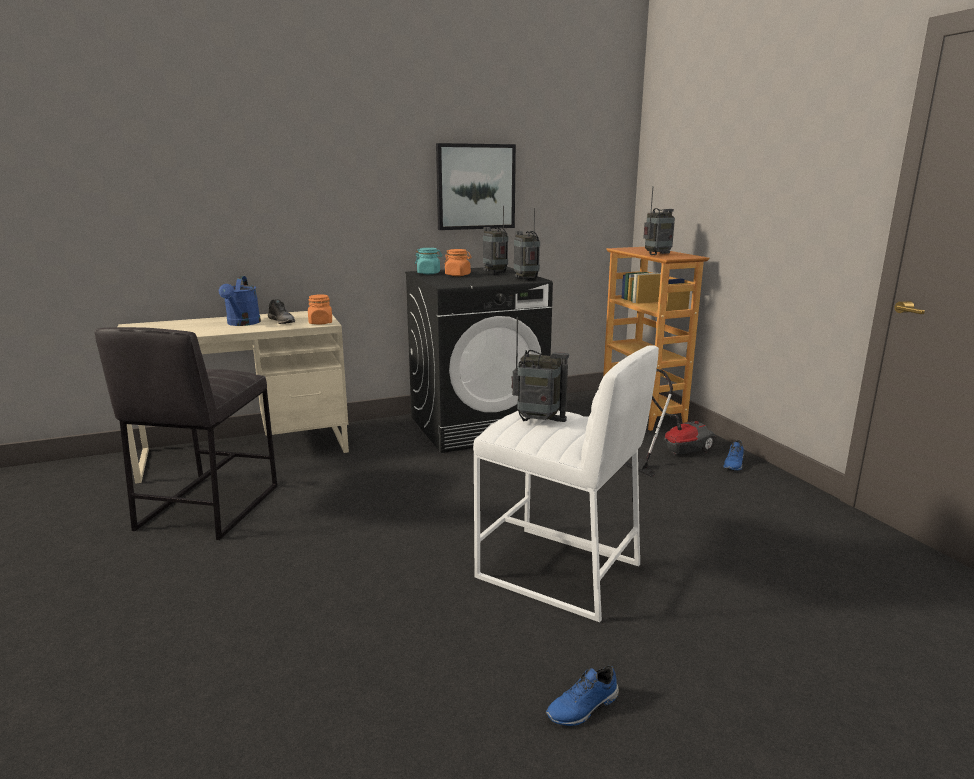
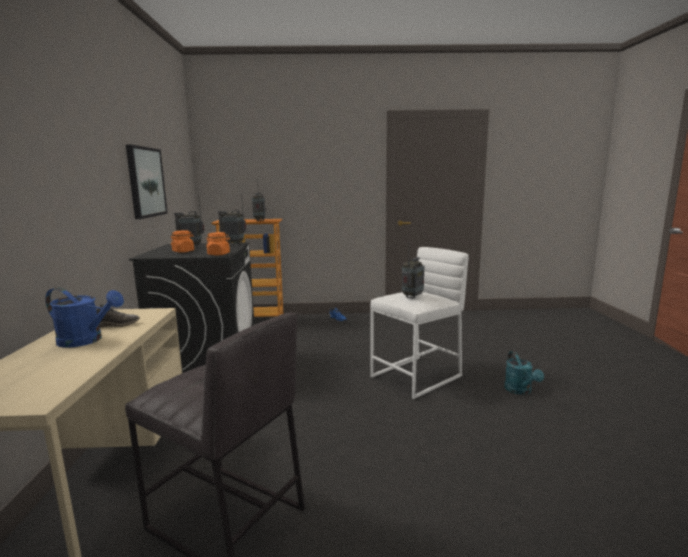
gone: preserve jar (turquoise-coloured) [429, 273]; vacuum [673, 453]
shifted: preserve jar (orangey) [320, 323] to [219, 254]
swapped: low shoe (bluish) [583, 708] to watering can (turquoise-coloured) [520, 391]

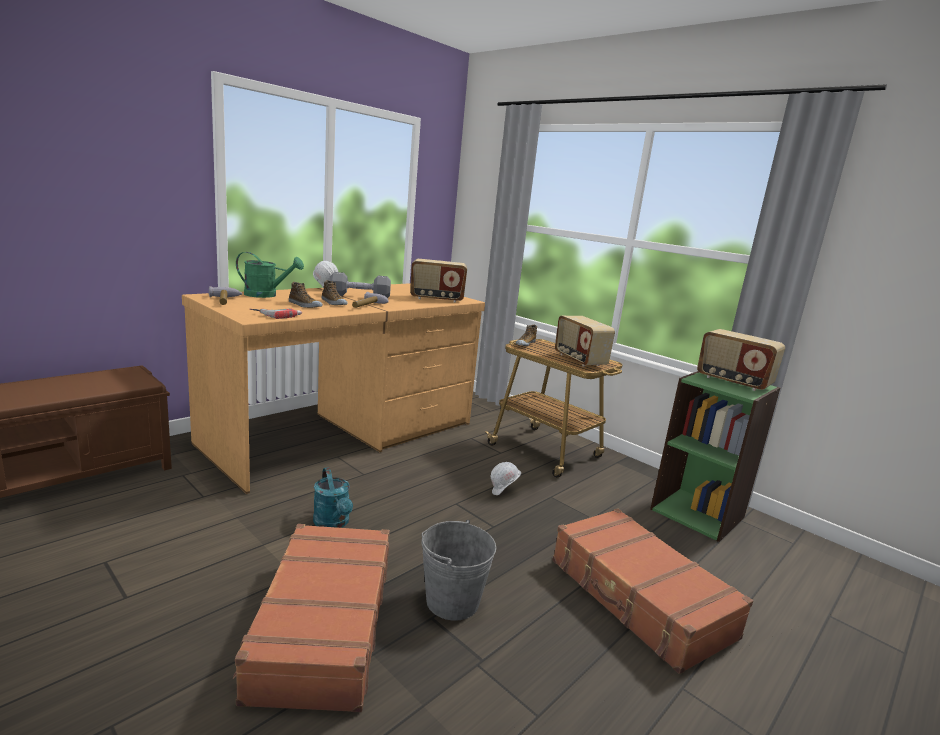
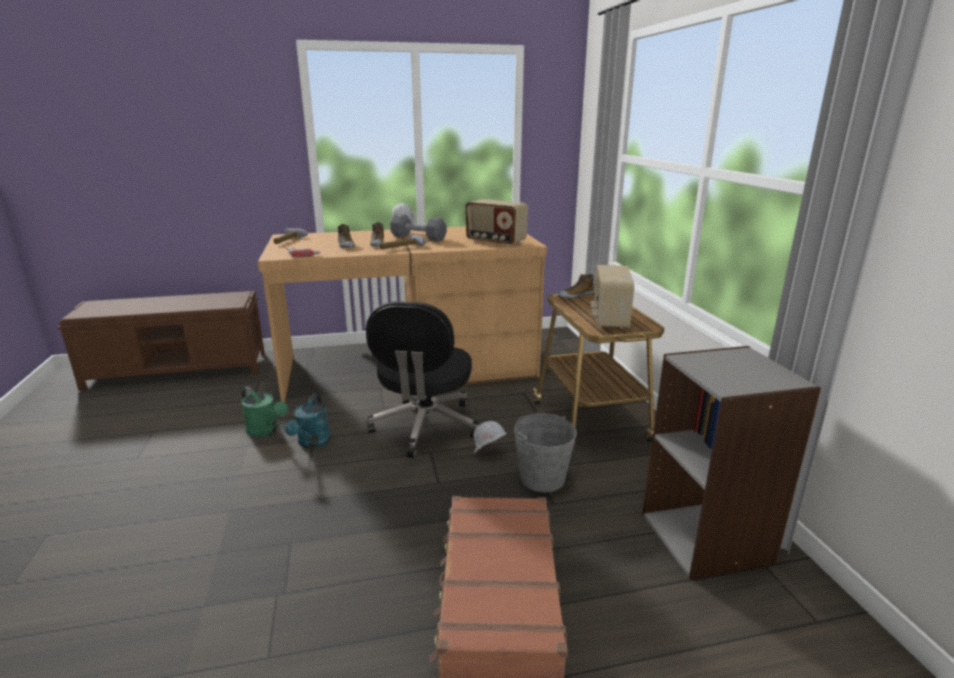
gone: suitcase (brown-coloured) [322, 626]; radio set [733, 382]
new: office chair (black-coloured) [425, 427]
shifted: watering can (green-coloured) [266, 295] to [266, 430]; bucket (grey) [452, 601] to [542, 478]
repainted: bookshelf (green-coloured) [698, 513] to bookshelf (grey) [706, 538]

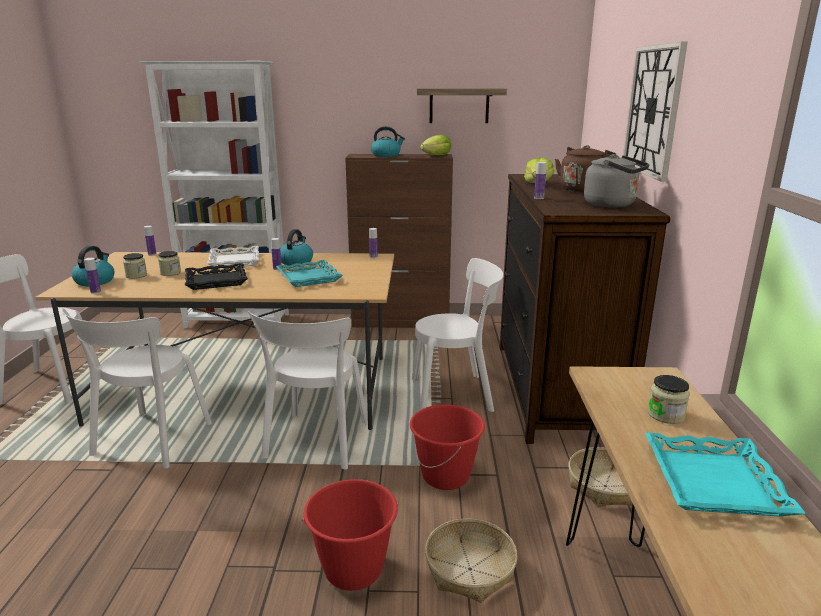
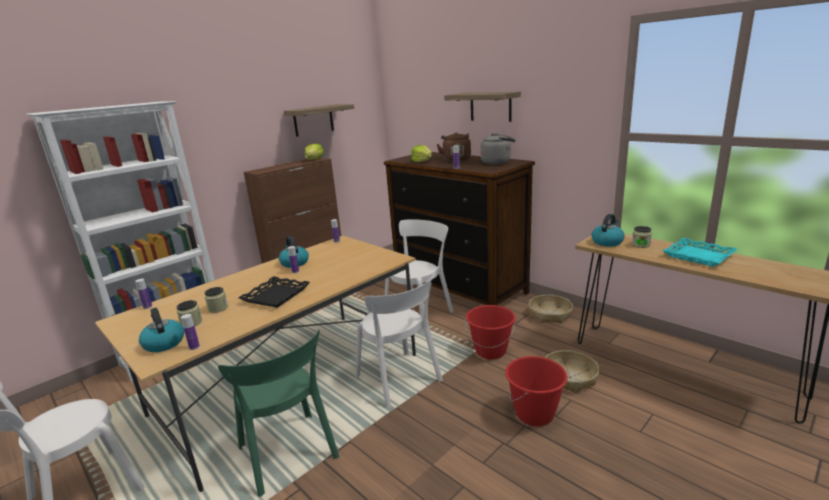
gone: carrying tray (white) [234, 261]; carrying tray (turquoise-coloured) [308, 278]
shifted: tea kettle [386, 155] to [607, 242]
swapped: clock on the wall [653, 110] to shelf [490, 106]
repainted: plain chair (white) [150, 442] to plain chair (green-coloured) [289, 455]

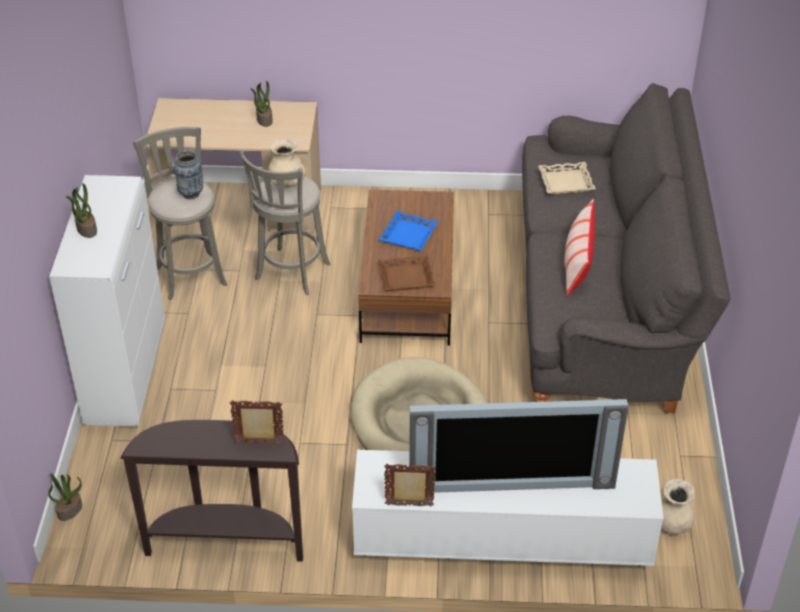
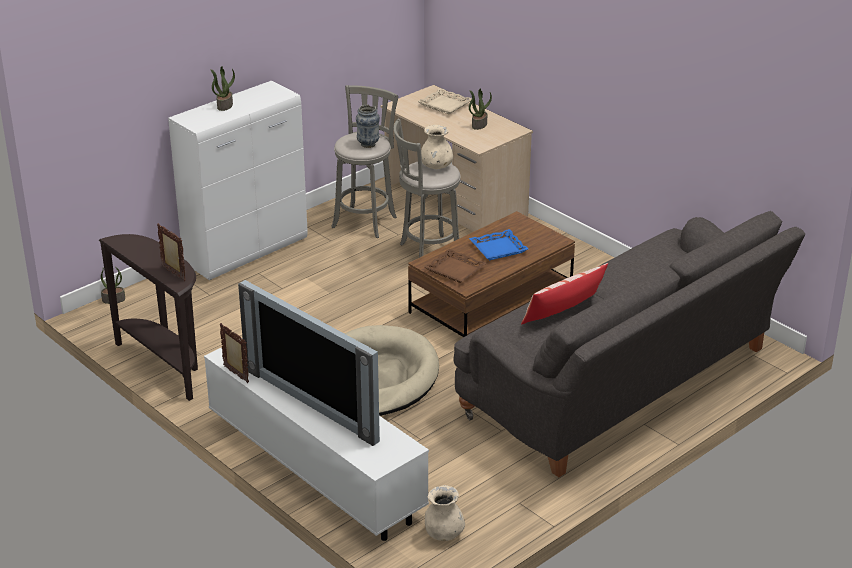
shifted: carrying tray (beige) [566, 182] to [444, 105]

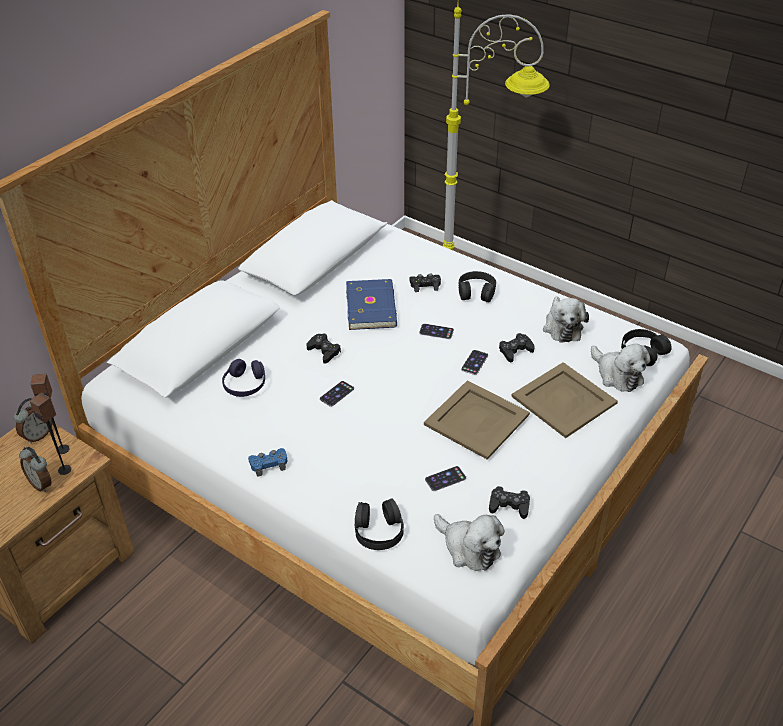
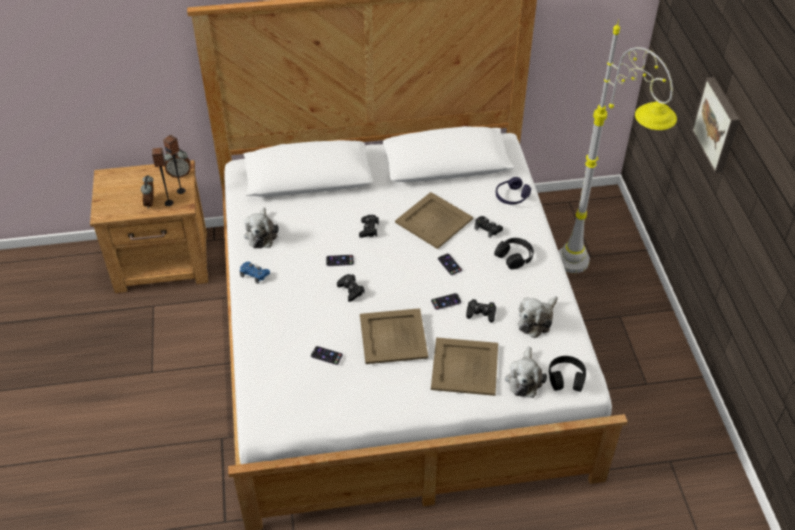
gone: headphones (black-coloured) [378, 530]
new: wall art [718, 124]
shifted: headphones (purplish) [245, 385] to [512, 196]; plush toy [469, 548] to [261, 234]; game controller (black-coloured) [509, 506] to [351, 290]
swapped: volume (bluish) [372, 307] to carrying tray (beige) [434, 220]

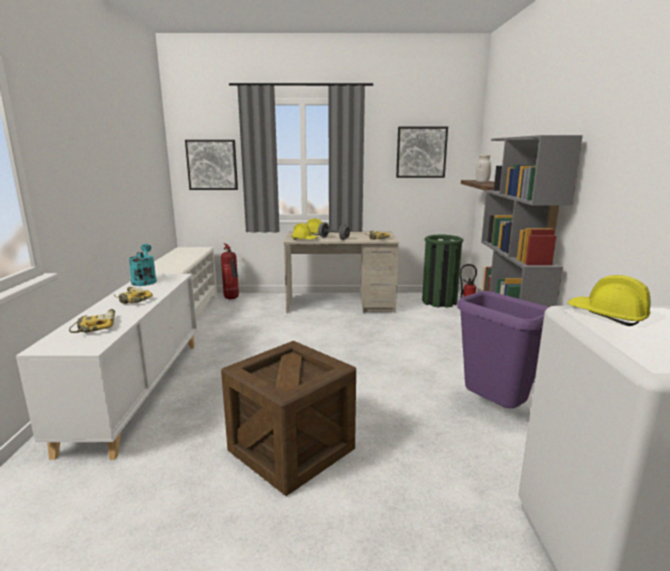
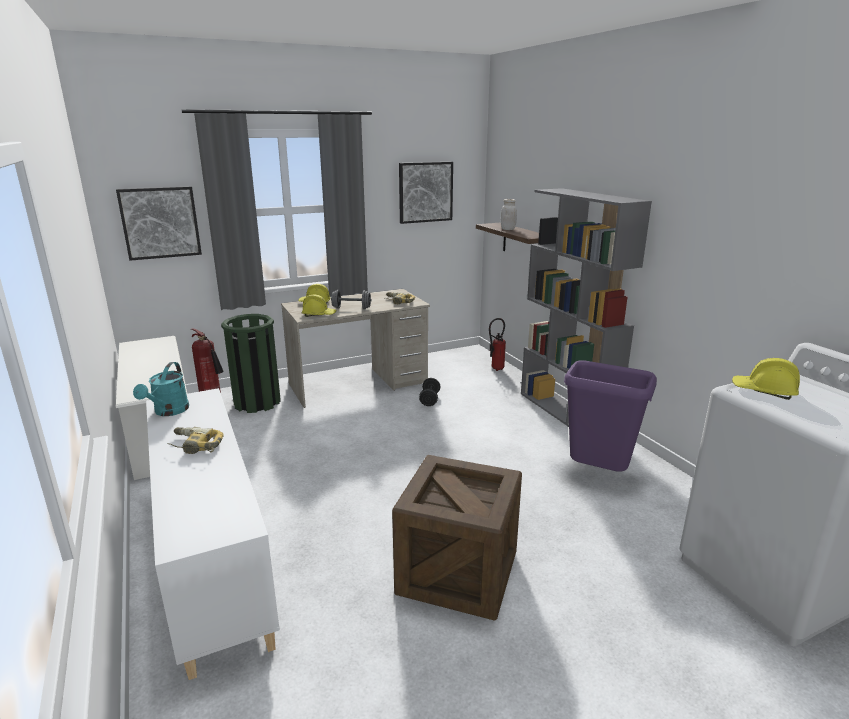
gone: electric drill [95, 326]
new: free weight (black-coloured) [429, 400]
shifted: waste bin (green-coloured) [439, 302] to [257, 402]
rotated: watering can (turquoise-coloured) [144, 281] = [168, 412] 135 degrees counterclockwise

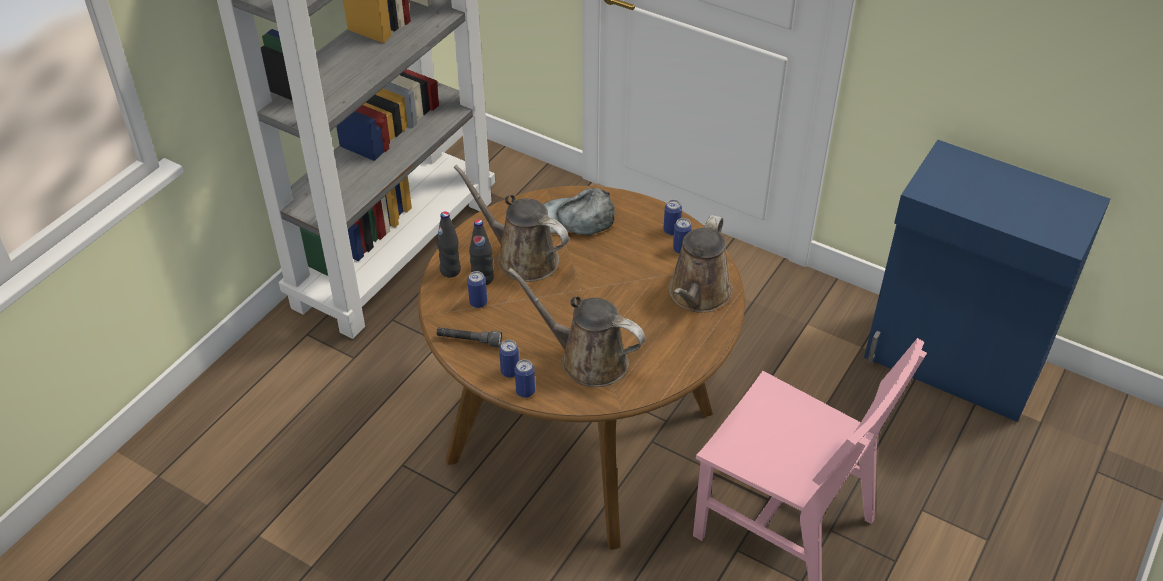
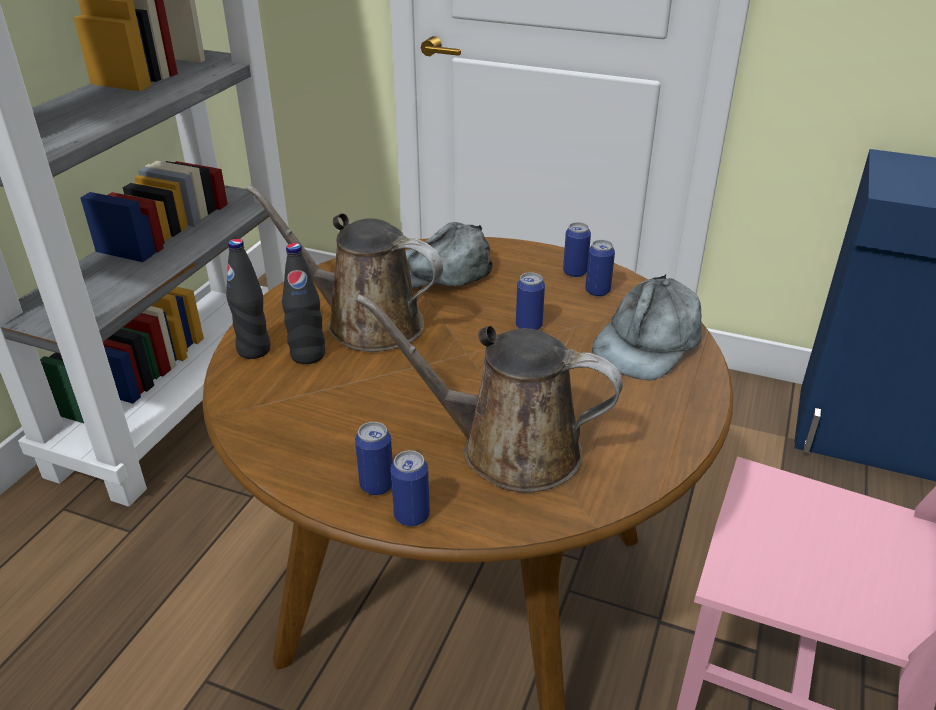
gone: flashlight (grey) [469, 341]
shifted: can [478, 302] to [528, 326]
swapped: watering can (brown-coloured) [698, 295] to cap (grey) [648, 342]

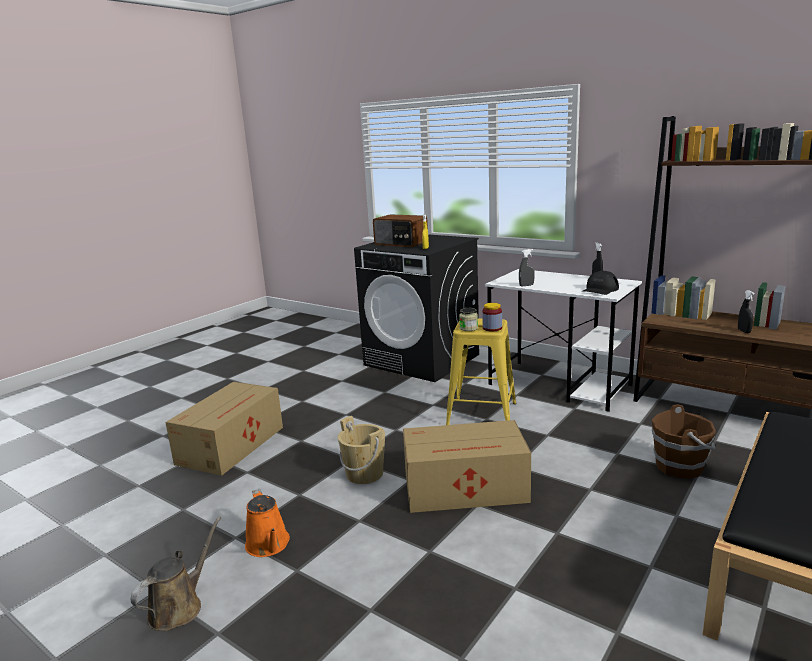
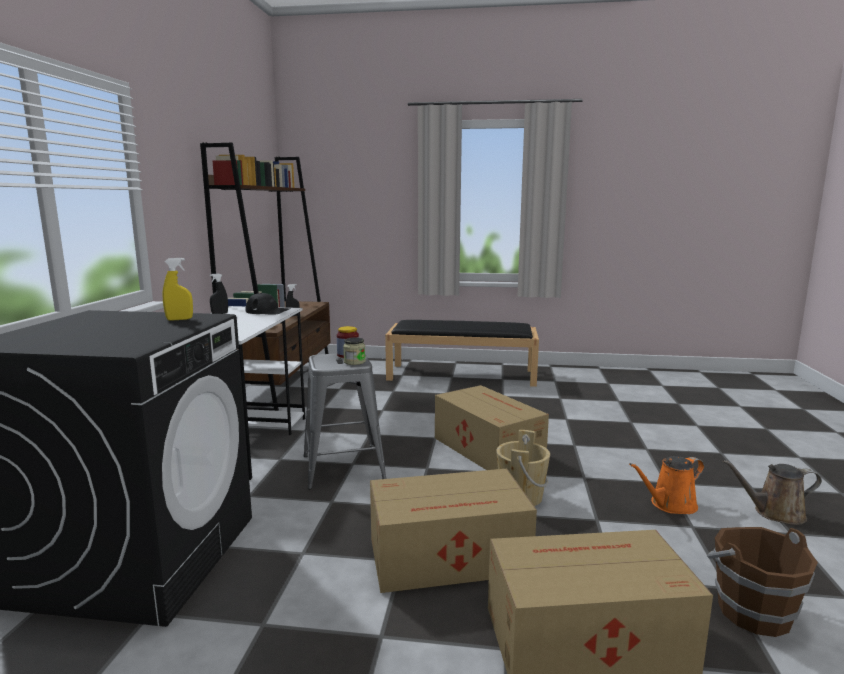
gone: radio set [401, 243]; sprayer (grey) [526, 285]
new: packing box [451, 556]
shifted: bucket (brown-coloured) [680, 467] to [752, 611]
repainted: stool (yellow) [482, 414] to stool (grey) [343, 467]
rotated: watering can (orangey) [268, 545] = [670, 505] 150 degrees counterclockwise

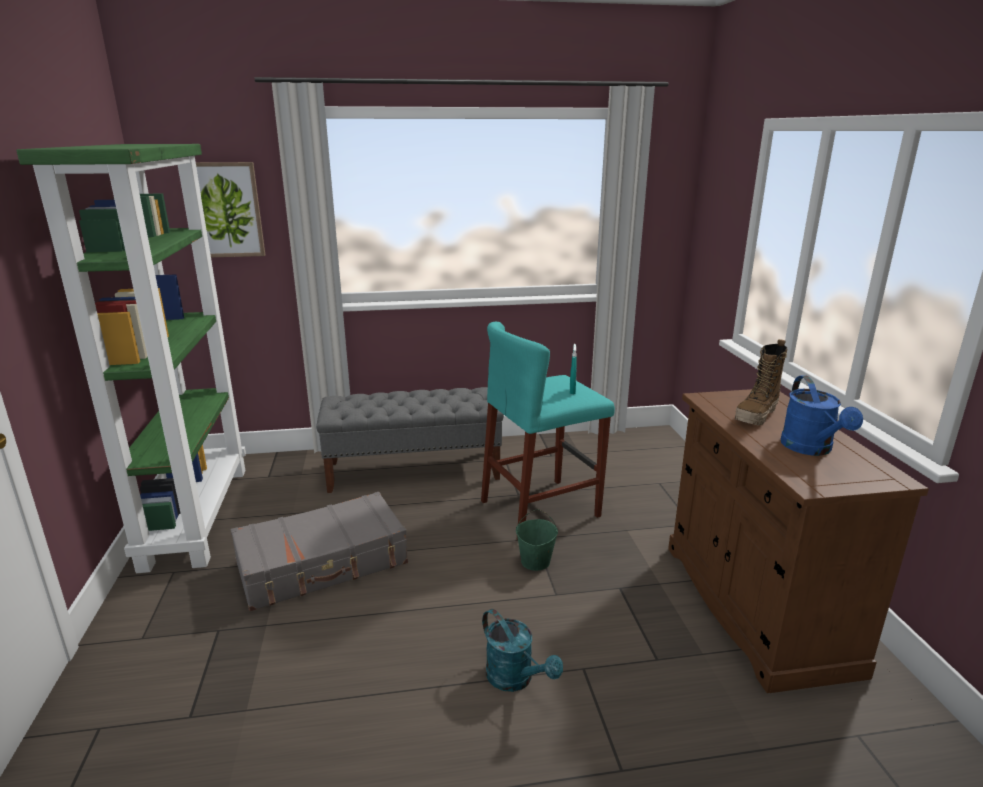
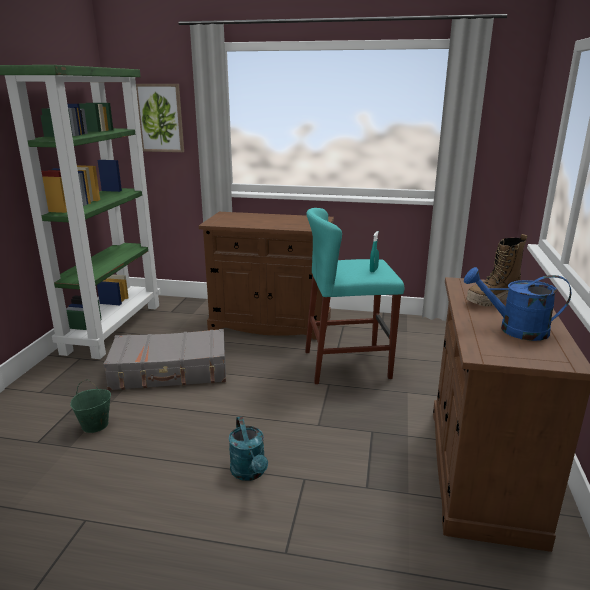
shifted: bucket (green-coloured) [535, 562] to [95, 425]
swapped: long seat (grey) [414, 470] to cabinet (brown-coloured) [270, 323]
rotated: watering can (bluish) [811, 449] = [514, 329] 90 degrees clockwise

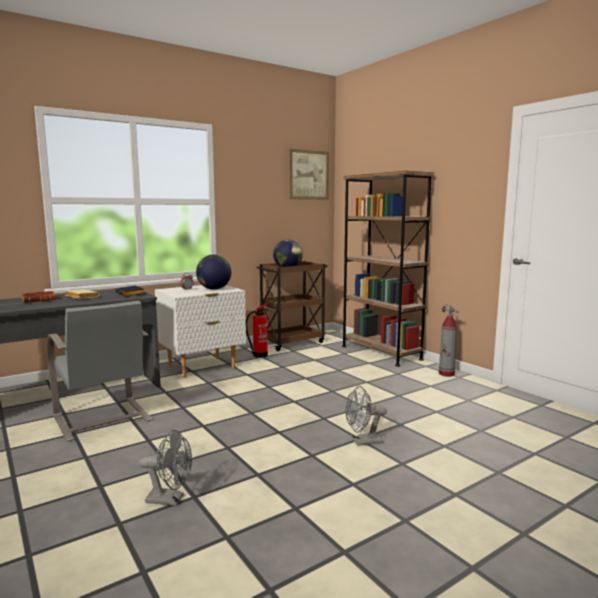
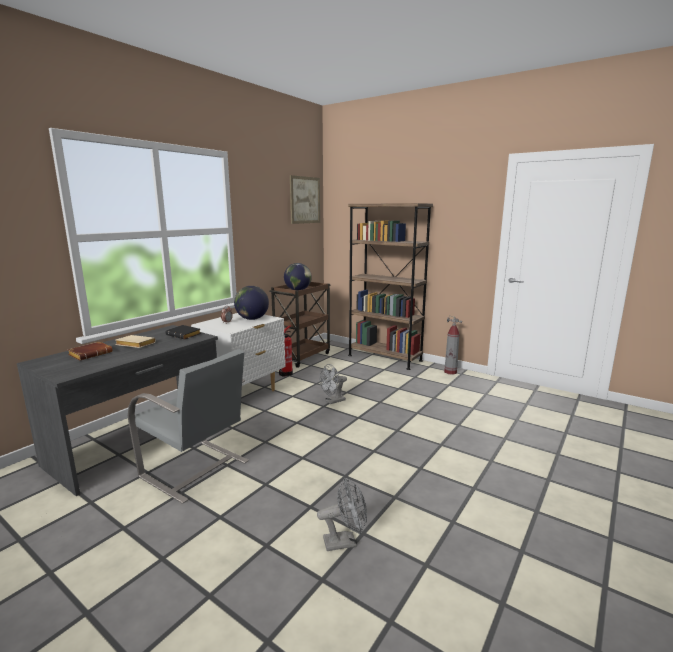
shifted: electric fan (grey) [362, 442] to [332, 401]

